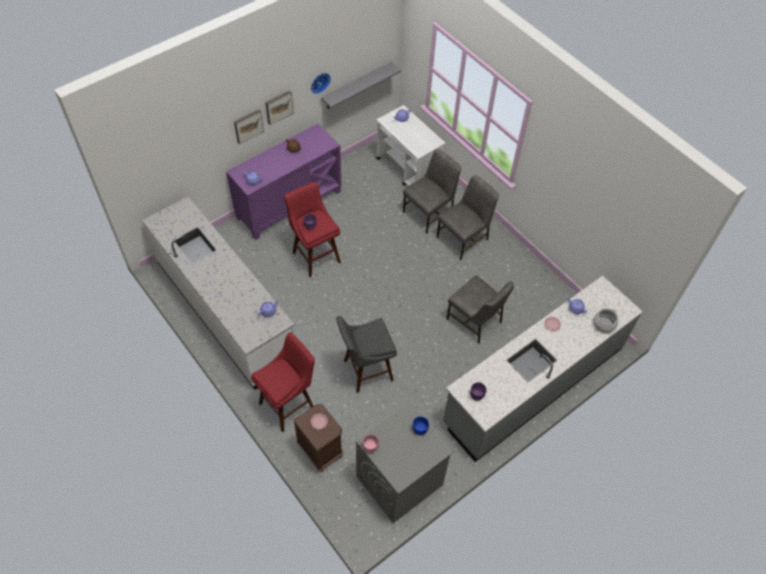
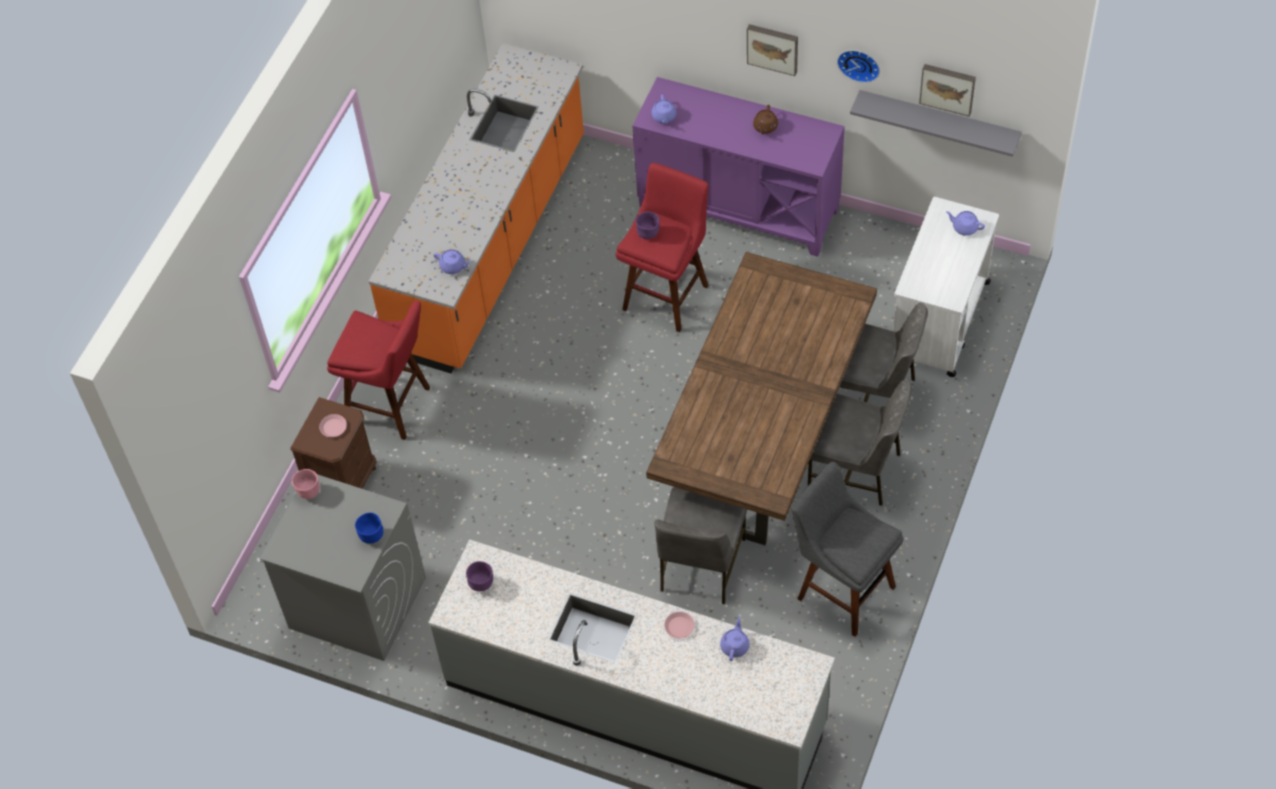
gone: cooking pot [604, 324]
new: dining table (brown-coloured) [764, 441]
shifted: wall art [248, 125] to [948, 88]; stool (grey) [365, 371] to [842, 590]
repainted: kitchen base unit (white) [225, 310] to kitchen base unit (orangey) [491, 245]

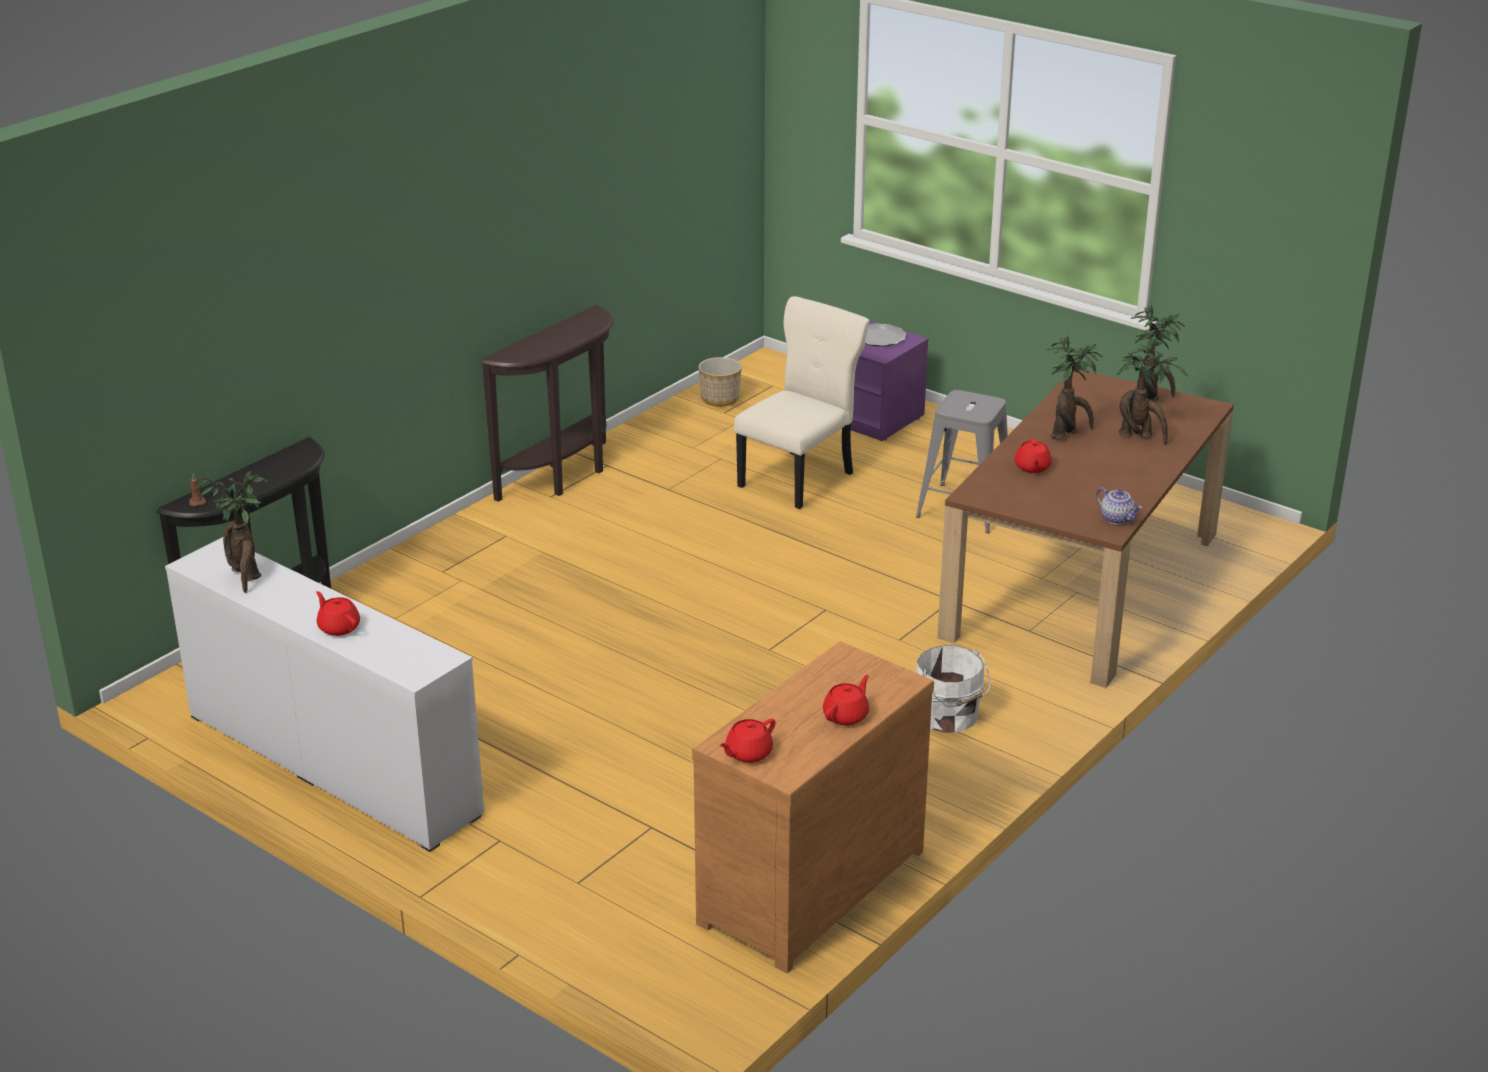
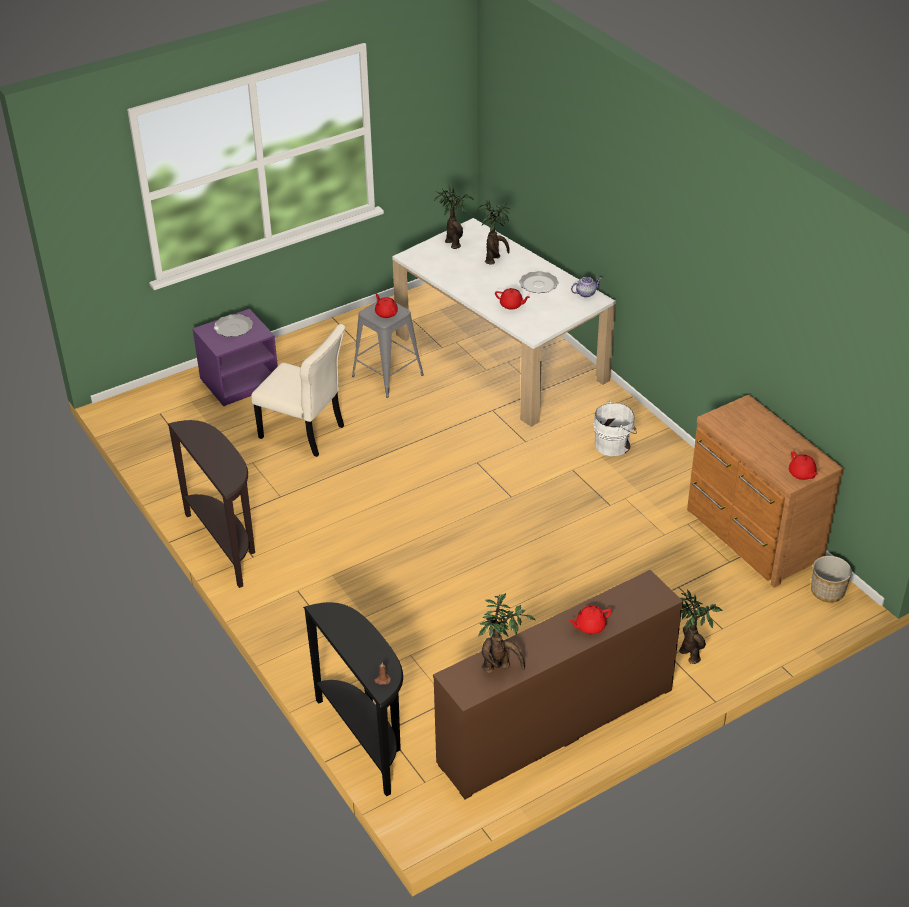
new: flat dish [538, 284]
shifted: planter [720, 399] to [828, 591]; tea pot (red-coloured) [846, 715] to [386, 313]; plant in a pot [1068, 434] to [689, 653]
repainted: chest of drawers (white) [333, 763] to chest of drawers (brown-coloured) [555, 725]; dining table (brown-coloured) [1081, 584] to dining table (white) [500, 357]
rotated: plain chair (beige) [799, 478] = [304, 433] 150 degrees clockwise

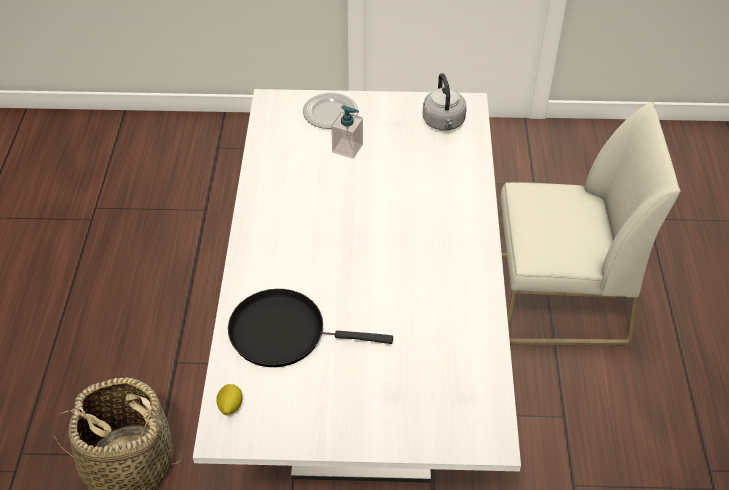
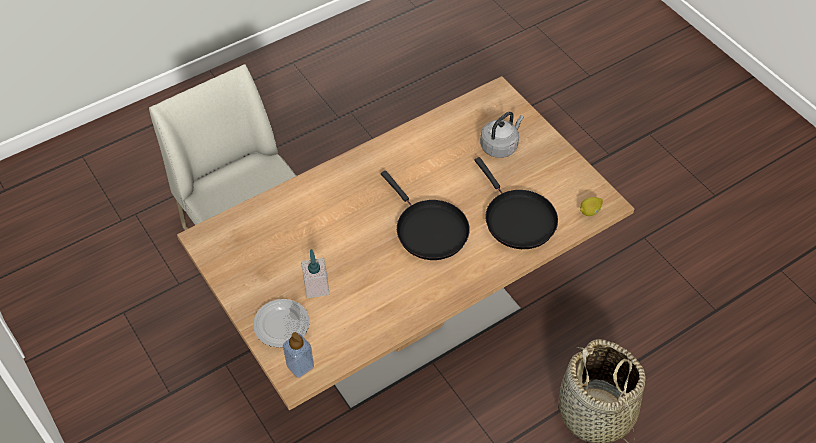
new: liquid soap bottle [300, 366]; skillet (black-coloured) [428, 229]
shifted: tea kettle (grey) [444, 123] to [500, 146]
repainted: dining table (white) [364, 373] to dining table (brown-coloured) [407, 319]

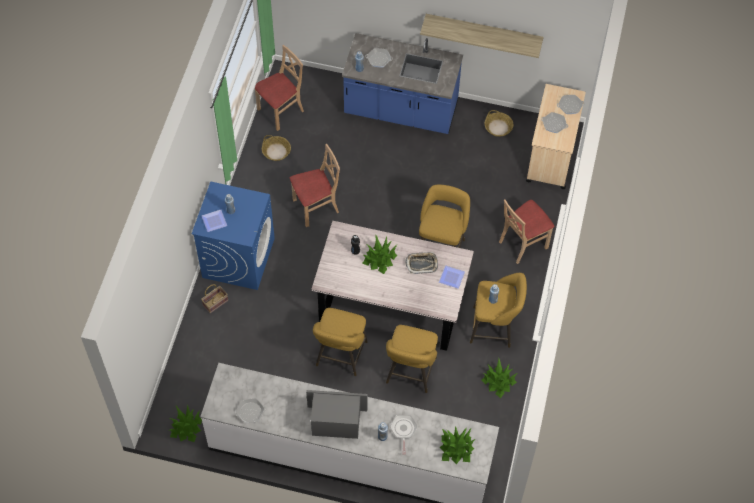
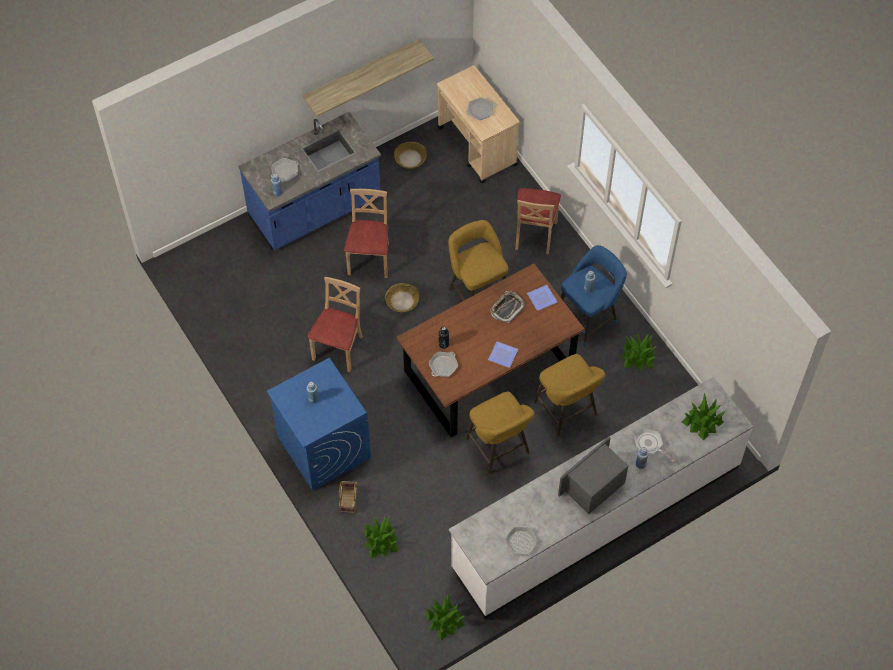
shifted: flat dish [215, 220] to [502, 354]; plain chair (beige) [281, 111] to [369, 259]; basket [276, 151] to [402, 301]; plant in a pot [379, 258] to [380, 540]; skillet [570, 106] to [443, 366]
repainted: dining table (grey) [391, 303] to dining table (brown-coloured) [489, 370]; stool (yellow) [495, 327] to stool (bluish) [588, 318]

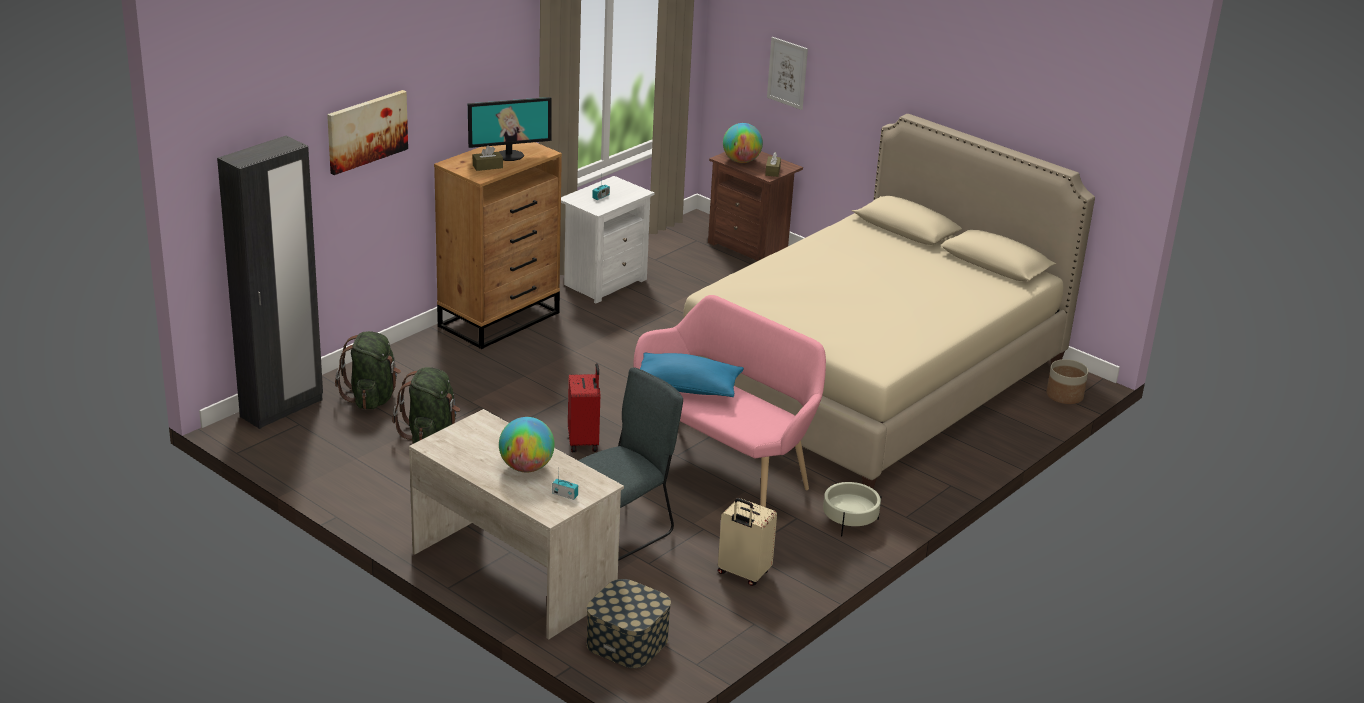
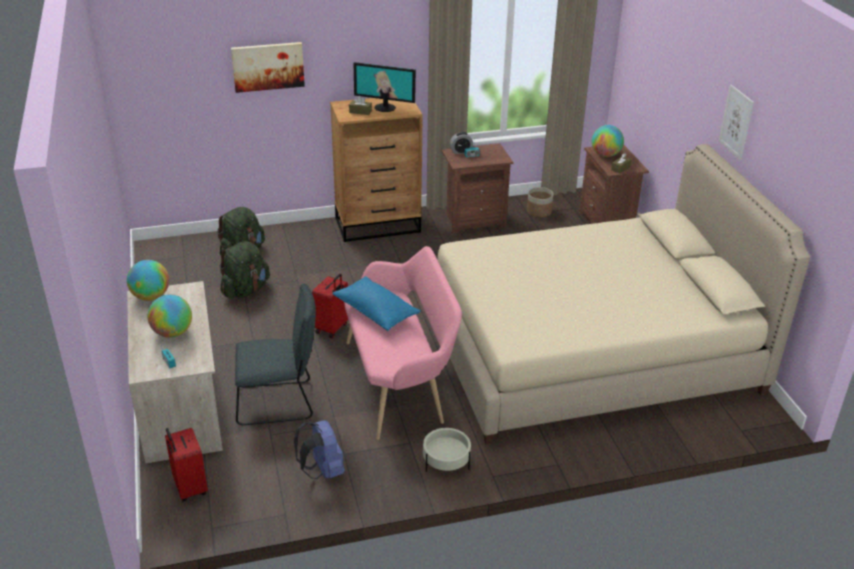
gone: wardrobe (black-coloured) [282, 408]
new: world globe [151, 296]; bedside clock [461, 151]
shifted: wall art [787, 73] to [736, 122]; planter [1064, 396] to [538, 211]
swapped: storage container [627, 641] to suitcase (red-coloured) [189, 488]; suitcase (beige) [743, 574] to backpack (bluish) [322, 471]
repainted: nightstand (white) [603, 282] to nightstand (brown-coloured) [474, 220]

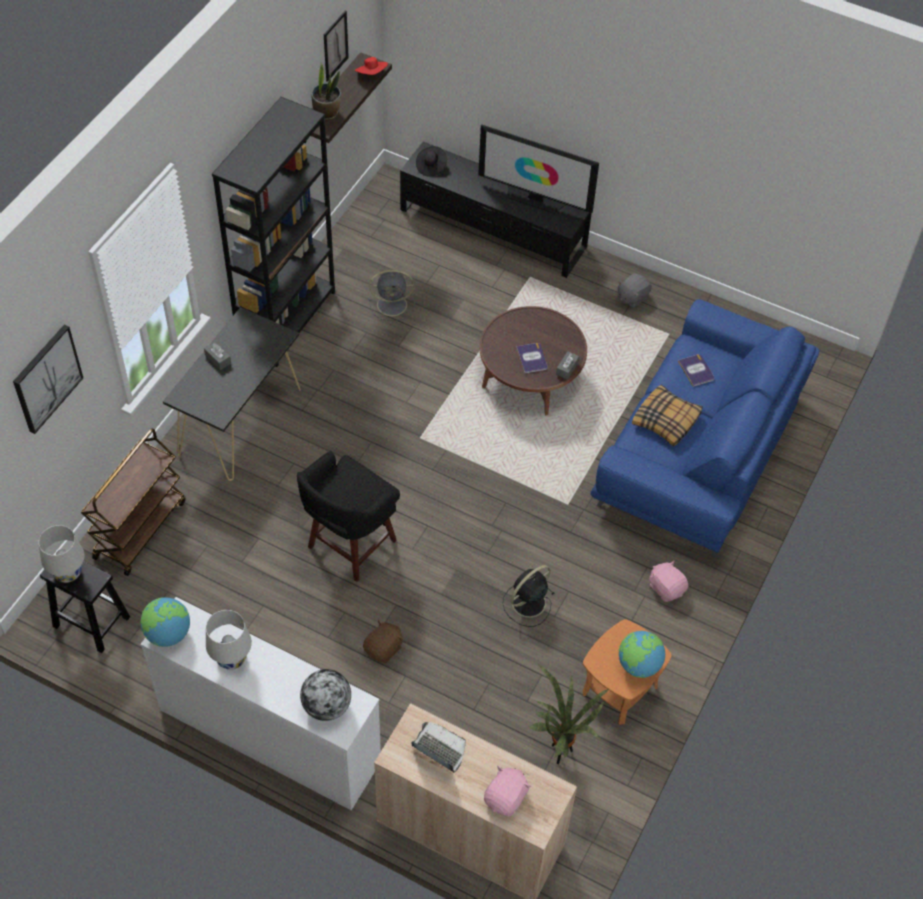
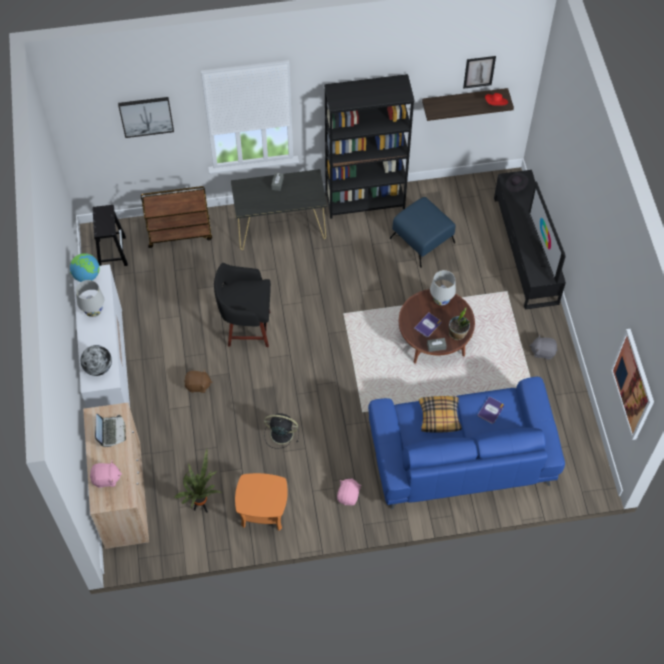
gone: world globe [638, 665]
new: wall art [633, 384]
shifted: tabletop lamp (white) [68, 573] to [441, 300]; plant in a pot [326, 113] to [457, 333]
swapped: electric fan (grey) [393, 304] to pouffe (bluish) [422, 240]

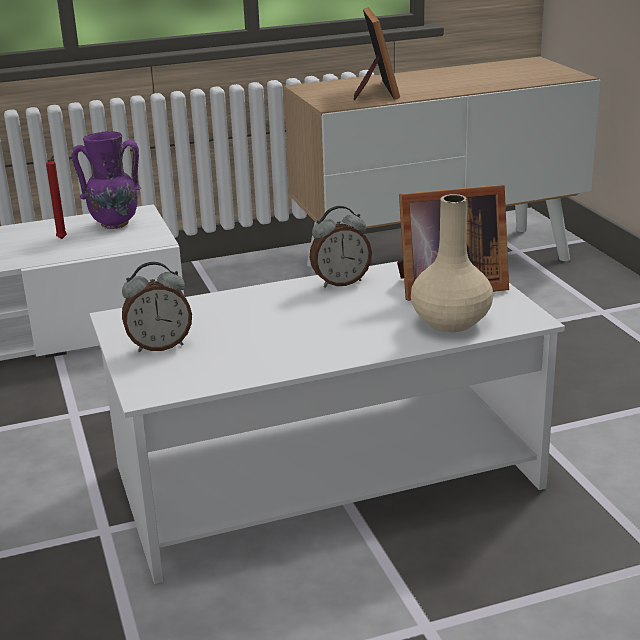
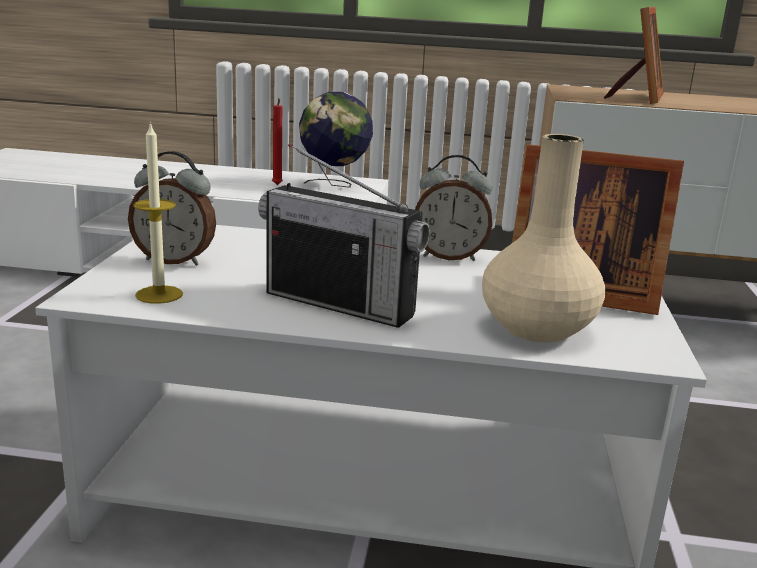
new: candle [159, 294]; radio set [340, 304]
swapped: flower vase (purplish) [114, 224] to world globe [334, 185]

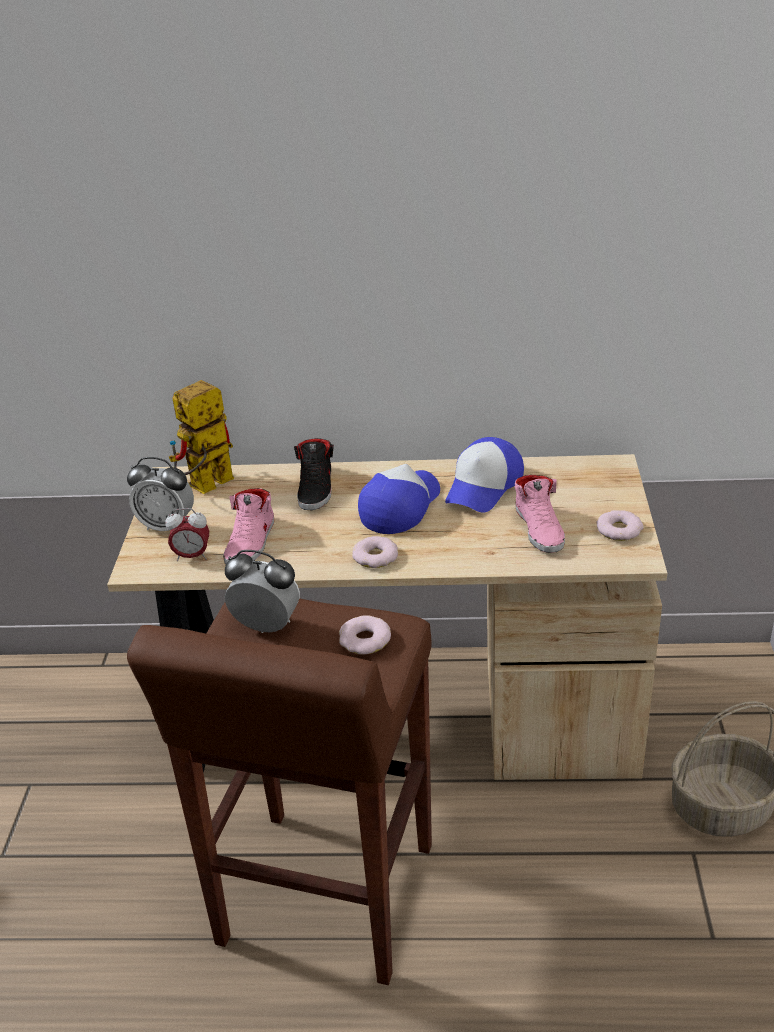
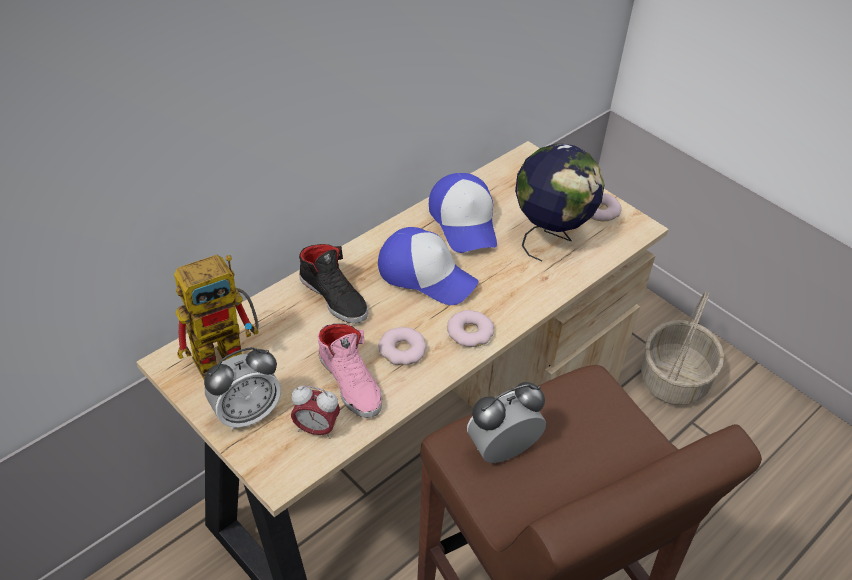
shifted: doughnut [365, 640] to [402, 350]
swapped: low shoe (pink) [540, 528] to world globe [550, 238]
rotated: bedside clock [192, 556] = [316, 429] 60 degrees clockwise; model robot [206, 488] = [228, 353] 120 degrees counterclockwise; cap [400, 506] = [426, 275] 135 degrees clockwise

